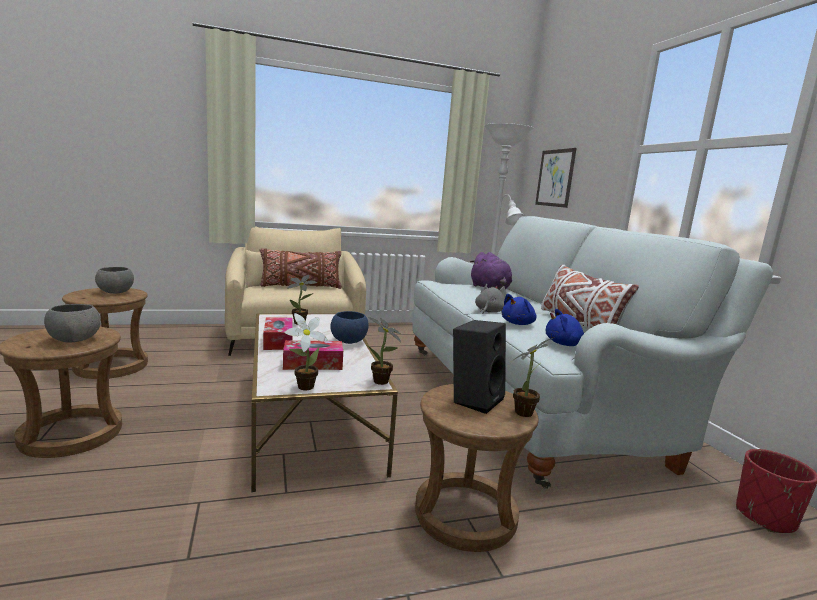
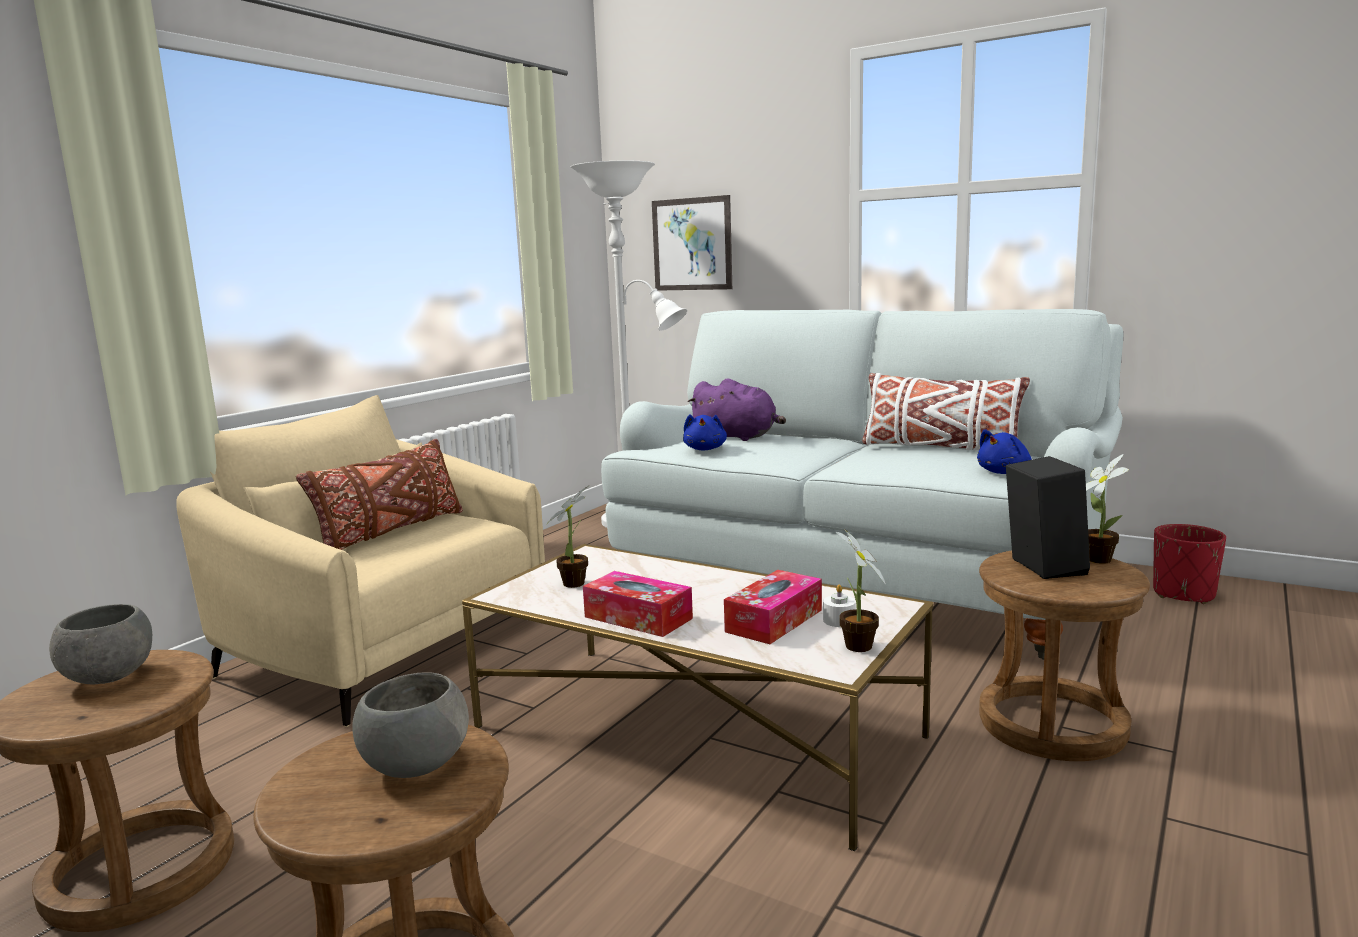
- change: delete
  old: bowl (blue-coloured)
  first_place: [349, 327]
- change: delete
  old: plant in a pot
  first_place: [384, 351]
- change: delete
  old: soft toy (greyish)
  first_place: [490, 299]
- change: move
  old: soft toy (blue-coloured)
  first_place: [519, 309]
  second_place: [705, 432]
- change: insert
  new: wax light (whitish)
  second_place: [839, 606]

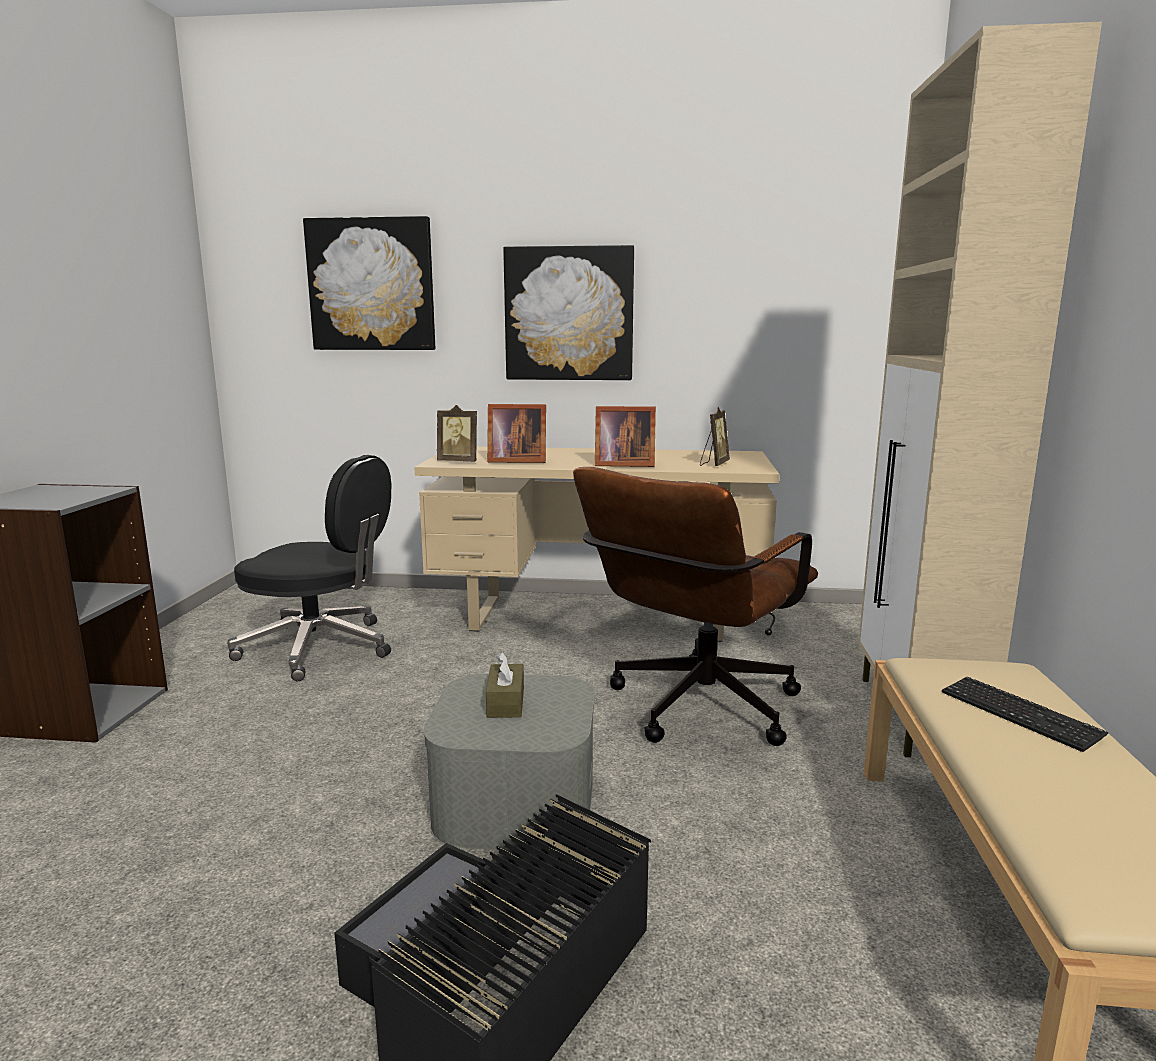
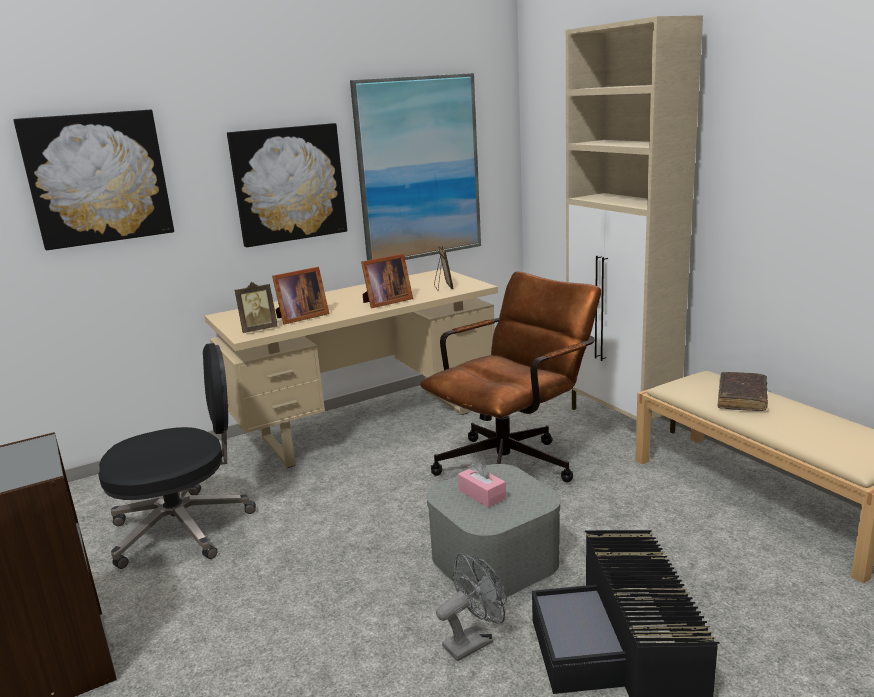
- change: recolor
  old: tissue holder (brownish)
  new: tissue holder (pink)
  first_place: [505, 684]
  second_place: [482, 484]
- change: rotate
  old: computer chair (brownish)
  first_place: [695, 606]
  second_place: [510, 377]
  degrees: -135
- change: replace
  old: PC keyboard
  new: book (brownish)
  first_place: [1025, 714]
  second_place: [743, 391]
- change: insert
  new: picture
  second_place: [415, 166]
- change: insert
  new: fan (greyish)
  second_place: [471, 607]

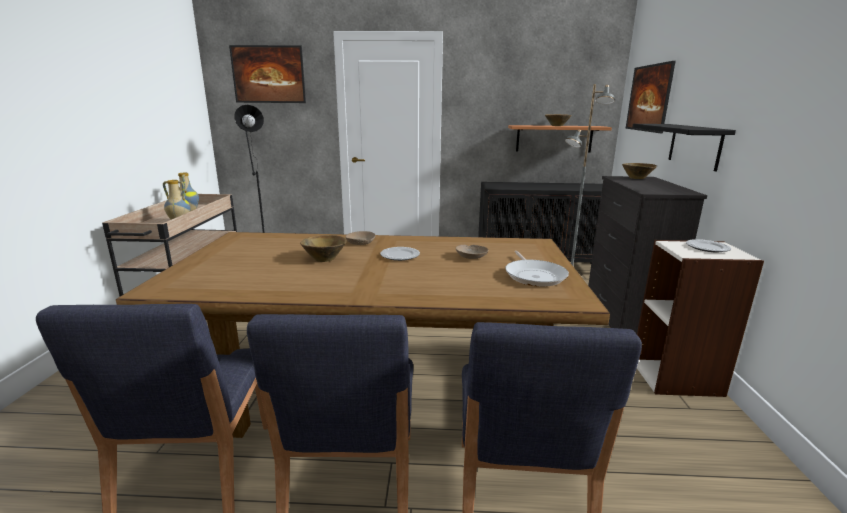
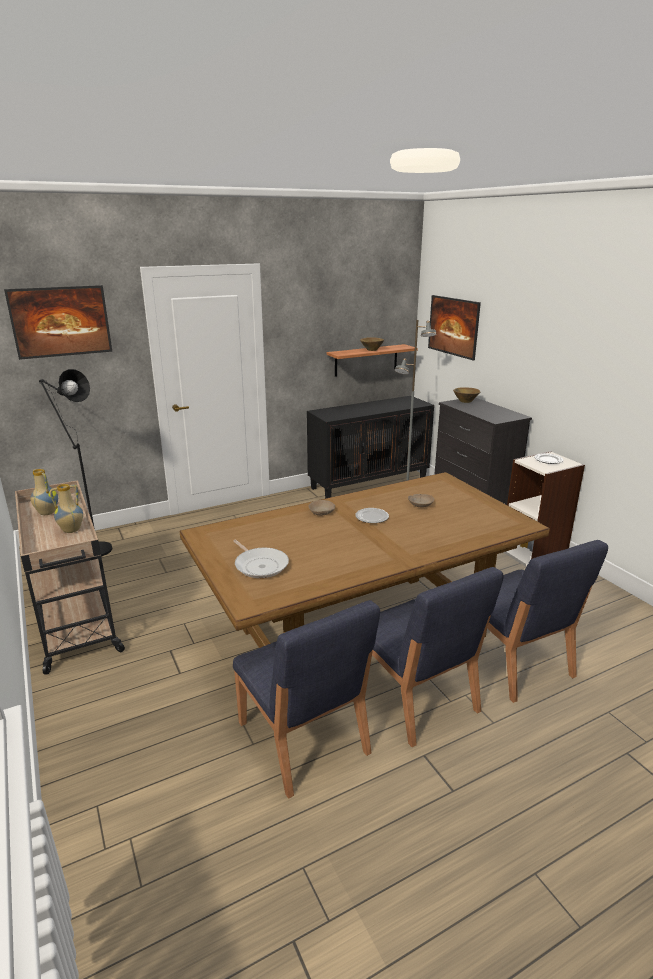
- change: delete
  old: bowl (brownish)
  first_place: [323, 248]
- change: move
  old: skillet
  first_place: [537, 269]
  second_place: [261, 559]
- change: delete
  old: shelf (black-coloured)
  first_place: [684, 148]

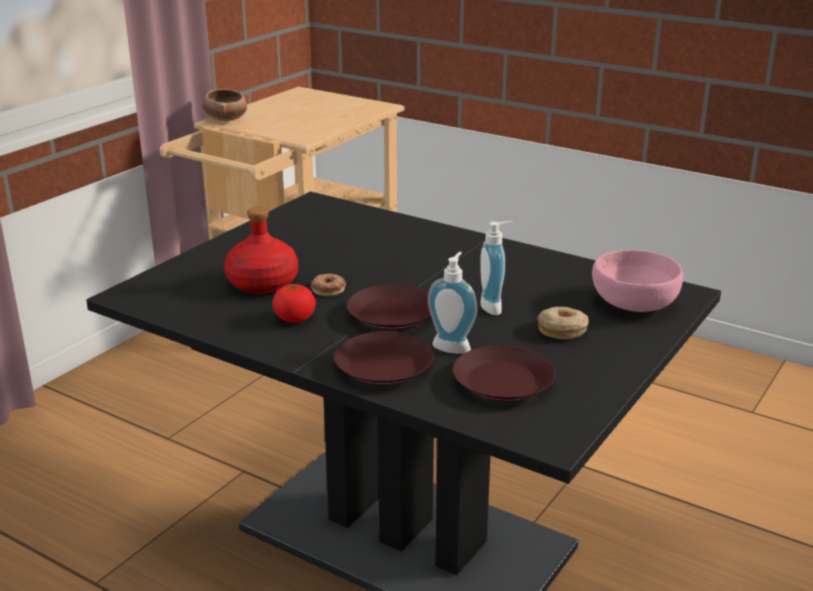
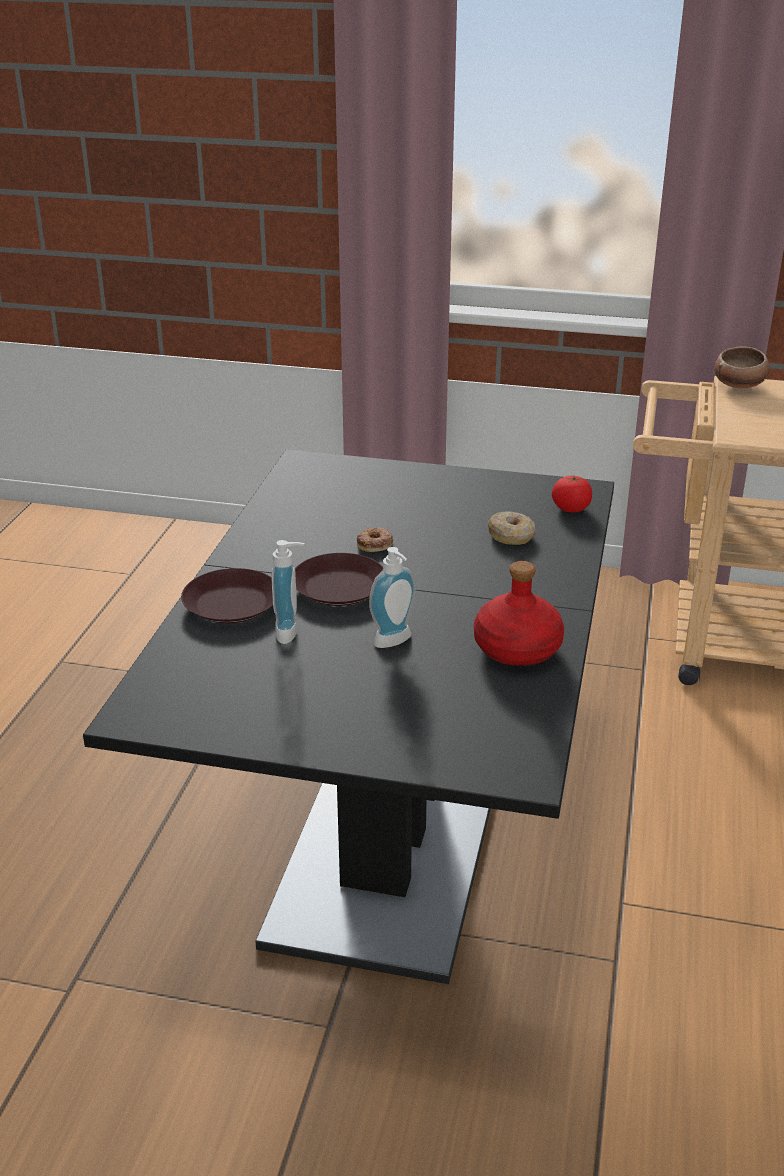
- change: move
  old: bottle (red)
  first_place: [261, 250]
  second_place: [519, 613]
- change: move
  old: tomato
  first_place: [294, 303]
  second_place: [572, 493]
- change: delete
  old: flat dish (brownish)
  first_place: [504, 373]
- change: move
  old: doughnut
  first_place: [563, 323]
  second_place: [512, 528]
- change: delete
  old: bowl (pink)
  first_place: [637, 281]

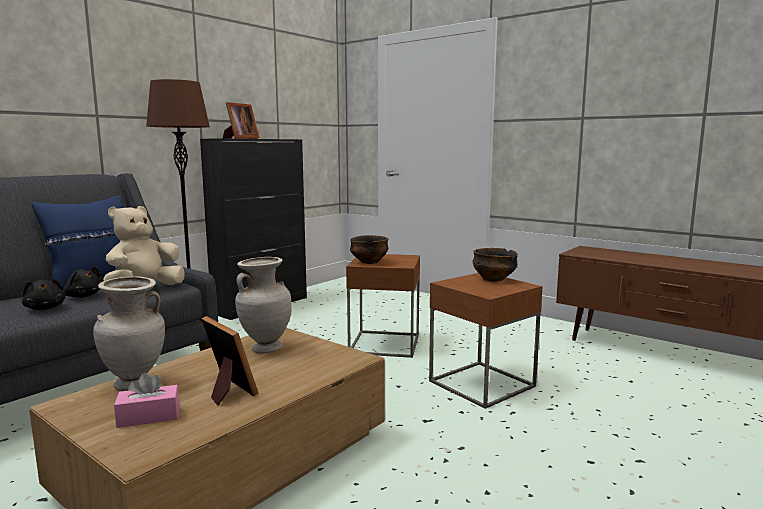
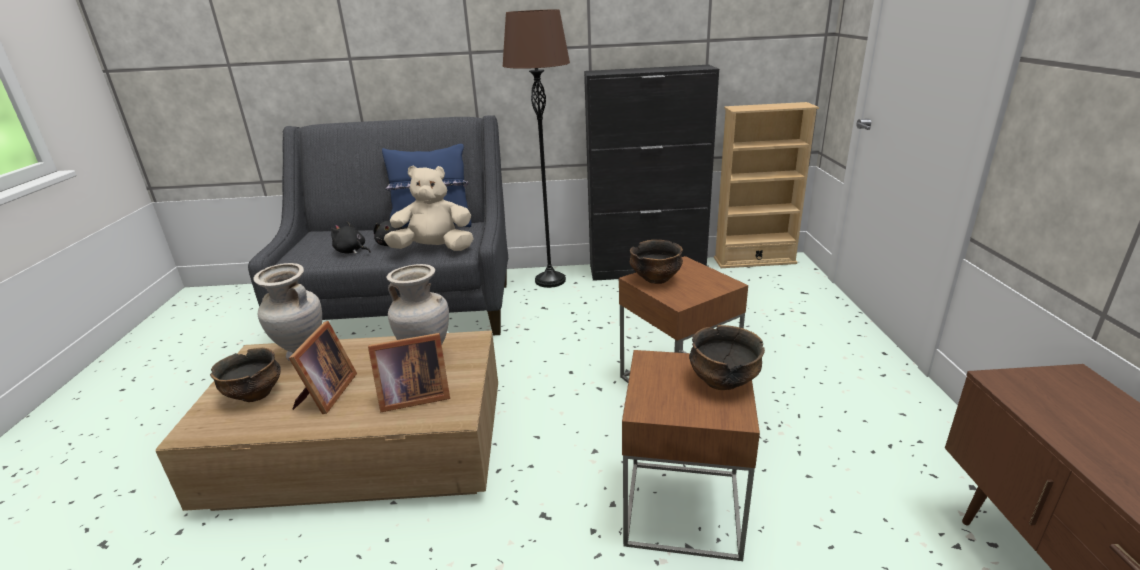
- change: rotate
  old: soft toy (black-coloured)
  first_place: [44, 294]
  second_place: [351, 237]
  degrees: 105
- change: replace
  old: tissue holder (pink)
  new: bowl
  first_place: [146, 400]
  second_place: [245, 375]
- change: move
  old: picture frame
  first_place: [241, 120]
  second_place: [409, 372]
- change: insert
  new: bookshelf (beige)
  second_place: [766, 185]

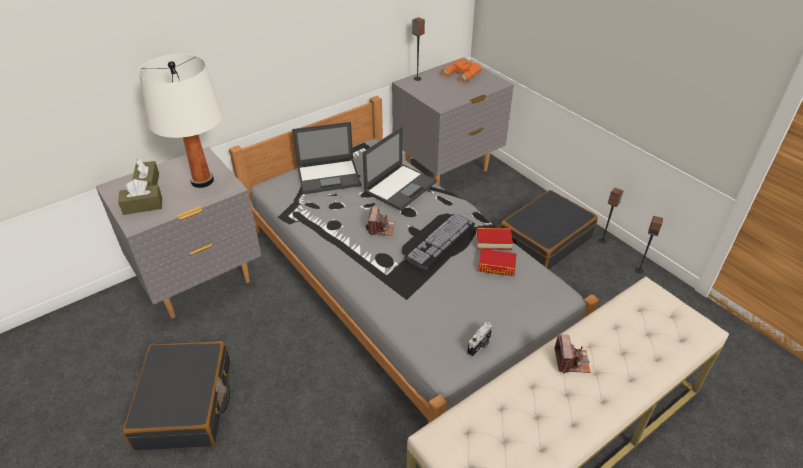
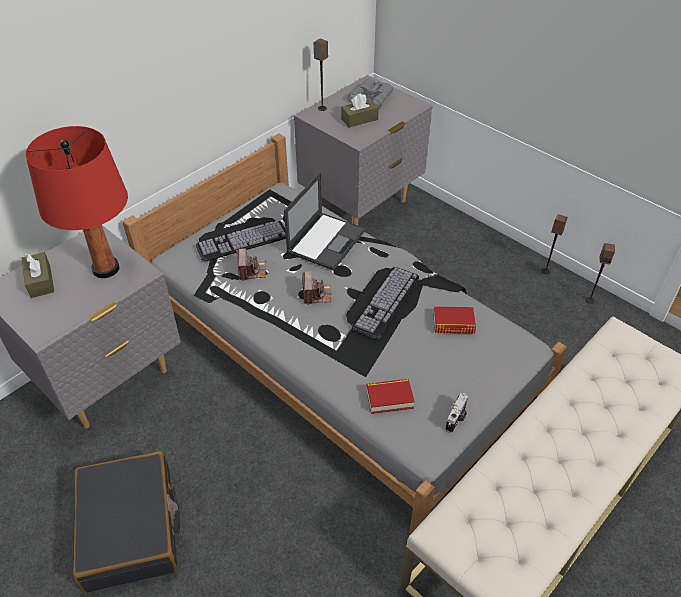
- change: move
  old: tissue holder (brownish)
  first_place: [140, 197]
  second_place: [360, 110]
- change: recolor
  old: table lamp (whitish)
  new: table lamp (red)
  first_place: [181, 121]
  second_place: [77, 202]
- change: replace
  old: laptop
  new: PC keyboard
  first_place: [326, 158]
  second_place: [241, 239]
- change: recolor
  old: field glasses (orange-coloured)
  new: field glasses (greyish)
  first_place: [461, 71]
  second_place: [370, 93]
- change: move
  old: book
  first_place: [494, 239]
  second_place: [390, 396]
- change: delete
  old: suitcase (black-coloured)
  first_place: [549, 229]
- change: move
  old: still camera
  first_place: [572, 354]
  second_place: [251, 264]

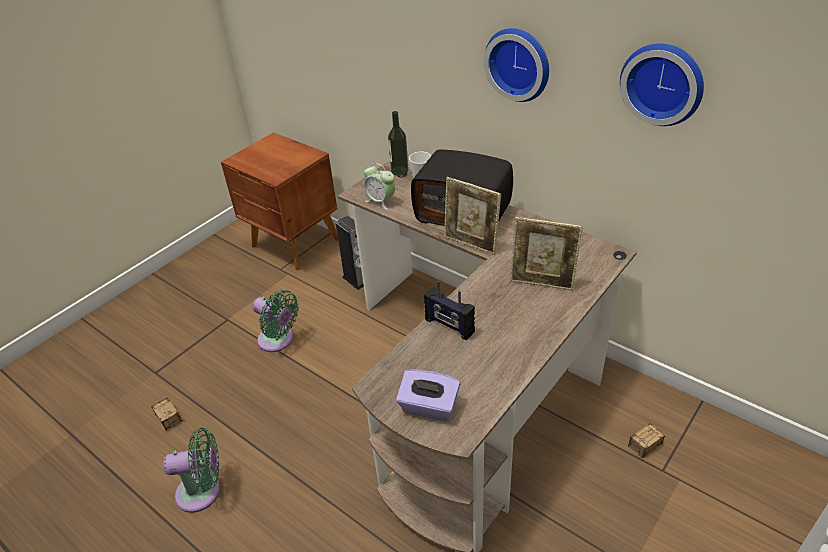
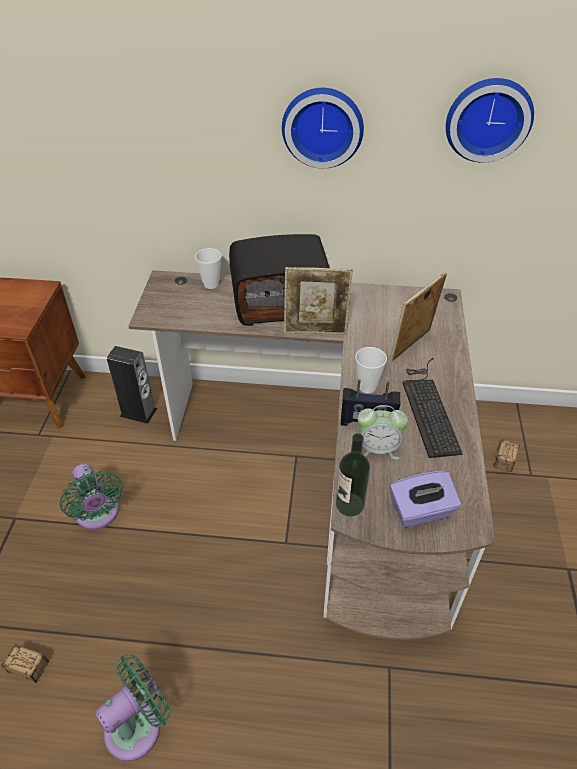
- change: rotate
  old: fan (greenish)
  first_place: [275, 321]
  second_place: [91, 497]
  degrees: 60
- change: move
  old: table clock
  first_place: [379, 186]
  second_place: [382, 432]
- change: move
  old: bottle
  first_place: [398, 143]
  second_place: [353, 474]
- change: rotate
  old: picture frame
  first_place: [546, 253]
  second_place: [418, 317]
  degrees: 150
- change: insert
  new: cup
  second_place: [371, 370]
- change: insert
  new: PC keyboard
  second_place: [432, 408]

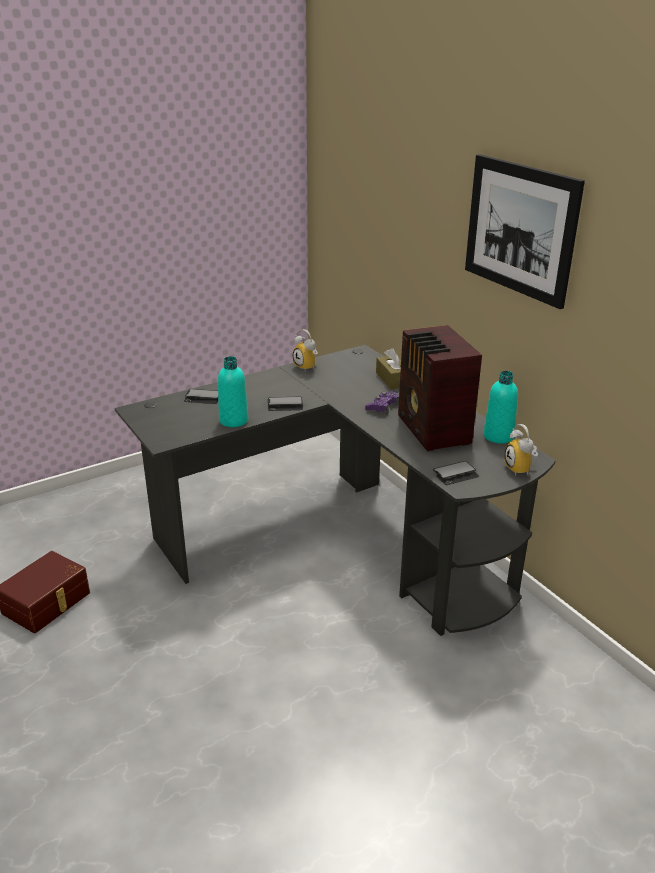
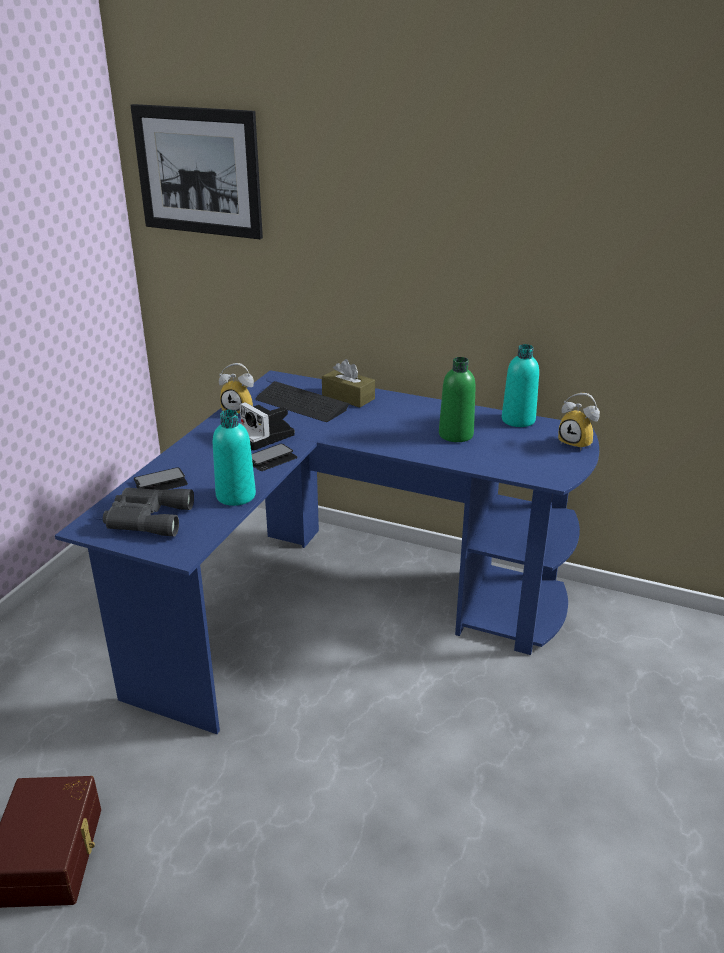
- change: recolor
  old: desk (black-coloured)
  new: desk (blue-coloured)
  first_place: [335, 490]
  second_place: [327, 552]
- change: delete
  old: joypad (purple)
  first_place: [382, 403]
- change: replace
  old: radio set
  new: bottle (greenish)
  first_place: [440, 388]
  second_place: [457, 399]
- change: delete
  old: handset
  first_place: [456, 473]
- change: move
  old: picture
  first_place: [525, 231]
  second_place: [196, 171]
- change: insert
  new: field glasses (greyish)
  second_place: [148, 512]
- change: insert
  new: still camera
  second_place: [267, 426]
- change: insert
  new: PC keyboard
  second_place: [302, 401]

